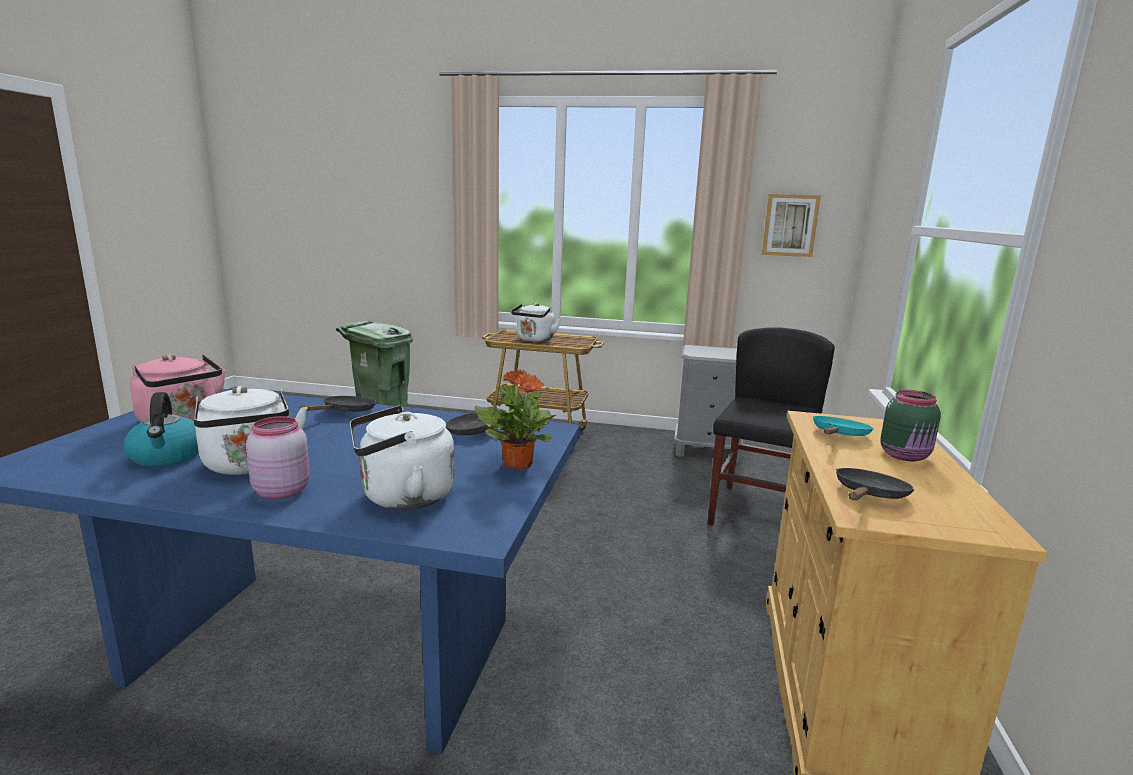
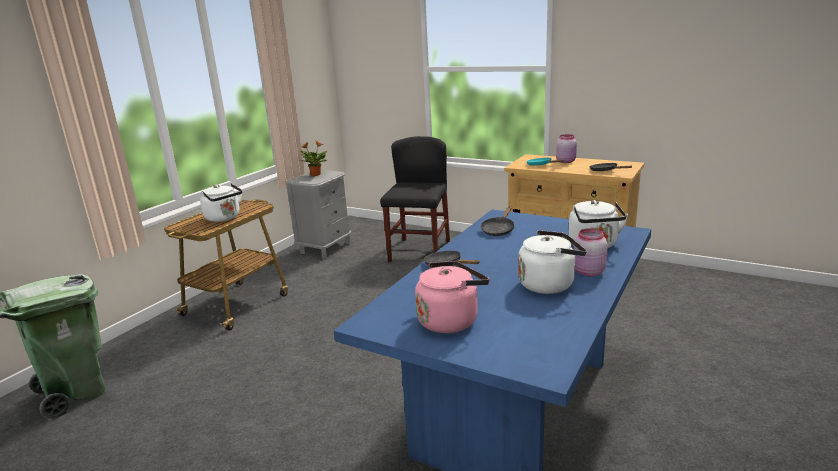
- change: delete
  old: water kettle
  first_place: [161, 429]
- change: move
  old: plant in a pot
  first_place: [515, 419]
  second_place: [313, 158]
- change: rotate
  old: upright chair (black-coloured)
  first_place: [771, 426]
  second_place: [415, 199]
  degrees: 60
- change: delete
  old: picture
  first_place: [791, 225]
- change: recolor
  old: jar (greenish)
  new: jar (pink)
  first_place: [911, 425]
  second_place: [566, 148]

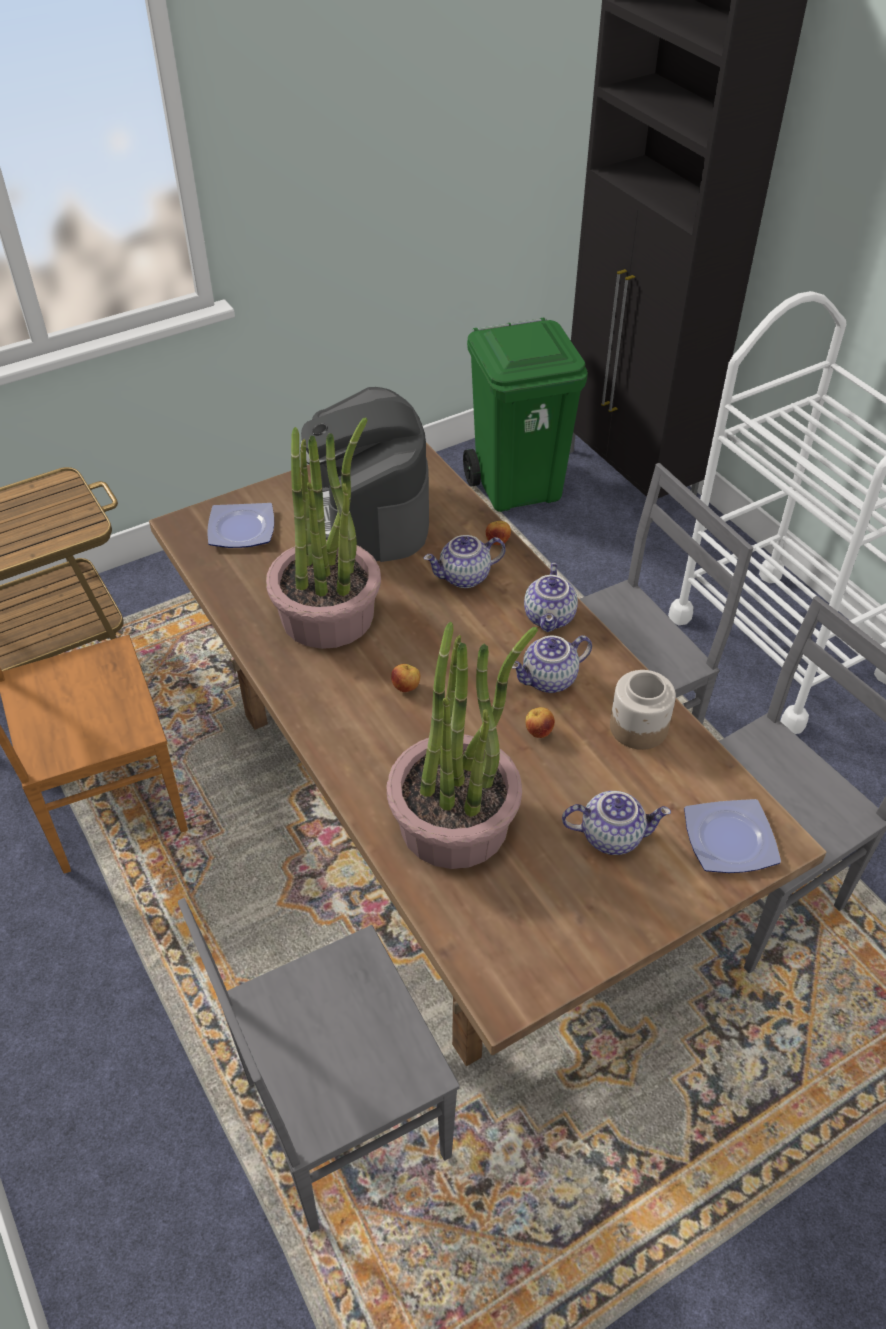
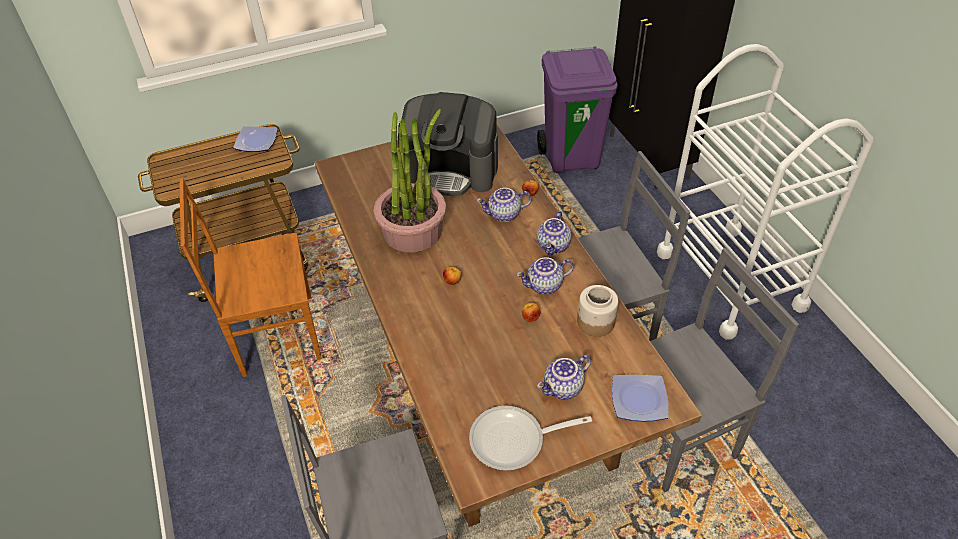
- change: move
  old: flat dish
  first_place: [240, 525]
  second_place: [255, 139]
- change: rotate
  old: coffee brewer
  first_place: [364, 474]
  second_place: [448, 144]
  degrees: -75
- change: delete
  old: plant in a pot
  first_place: [462, 745]
- change: recolor
  old: trash can (greenish)
  new: trash can (purple)
  first_place: [525, 415]
  second_place: [577, 109]
- change: rotate
  old: teapot
  first_place: [616, 823]
  second_place: [564, 377]
  degrees: 135
- change: insert
  new: skillet
  second_place: [530, 438]

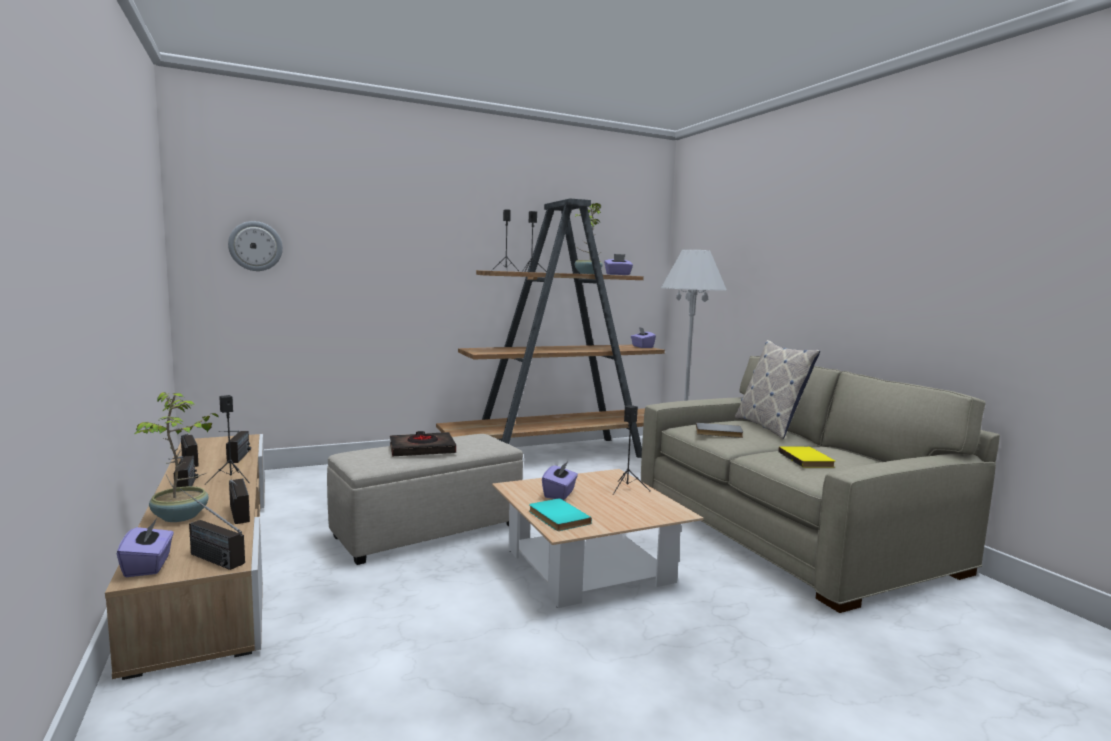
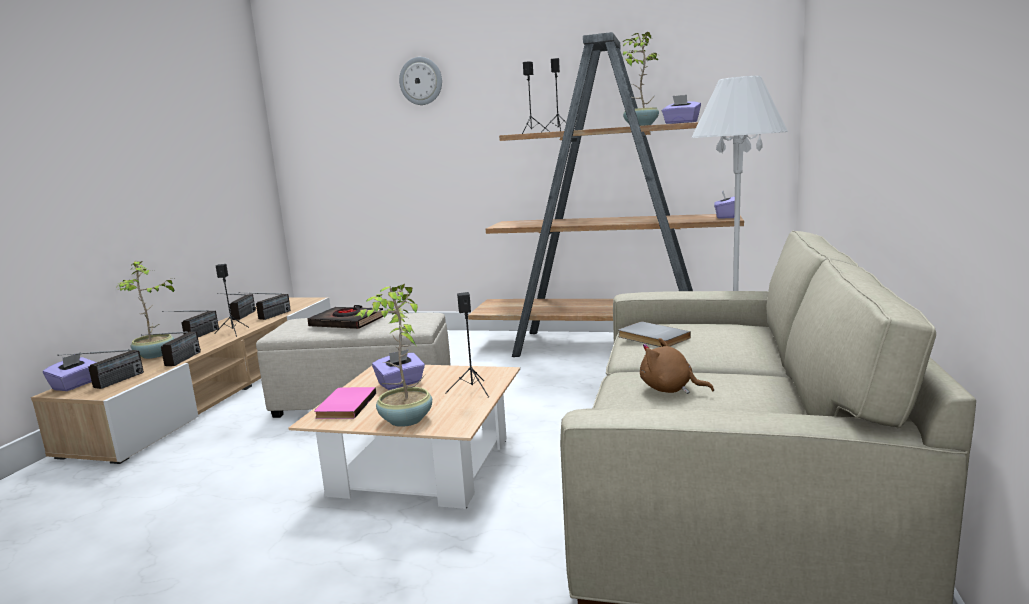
- change: rotate
  old: radio set
  first_place: [212, 529]
  second_place: [100, 369]
  degrees: -135
- change: move
  old: clock on the wall
  first_place: [255, 246]
  second_place: [420, 81]
- change: recolor
  old: book (blue-green)
  new: book (pink)
  first_place: [560, 514]
  second_place: [345, 403]
- change: delete
  old: throw pillow
  first_place: [777, 389]
- change: replace
  old: book (yellow)
  new: soft toy (brownish)
  first_place: [806, 457]
  second_place: [677, 366]
- change: insert
  new: plant in a pot
  second_place: [394, 355]

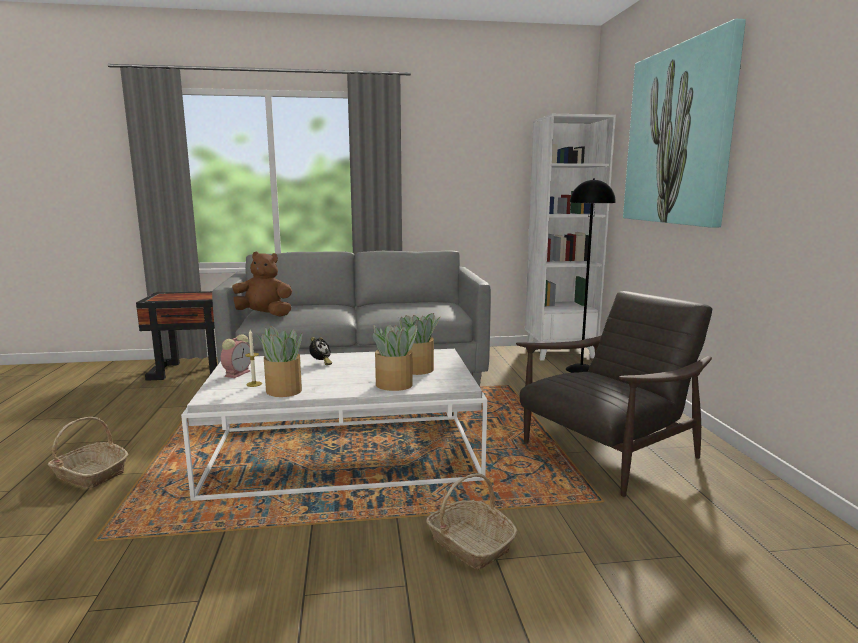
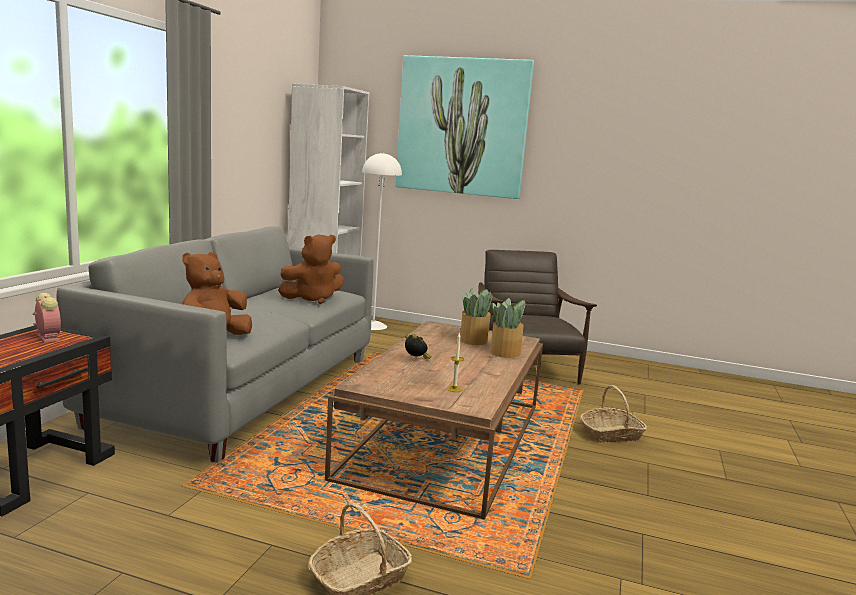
- change: recolor
  old: coffee table (whitish)
  new: coffee table (brownish)
  first_place: [334, 425]
  second_place: [434, 420]
- change: move
  old: table clock
  first_place: [236, 356]
  second_place: [47, 318]
- change: delete
  old: plant in a pot
  first_place: [279, 361]
- change: recolor
  old: standing lamp (black-coloured)
  new: standing lamp (whitish)
  first_place: [591, 276]
  second_place: [382, 241]
- change: insert
  new: soft toy (brownish)
  second_place: [311, 269]

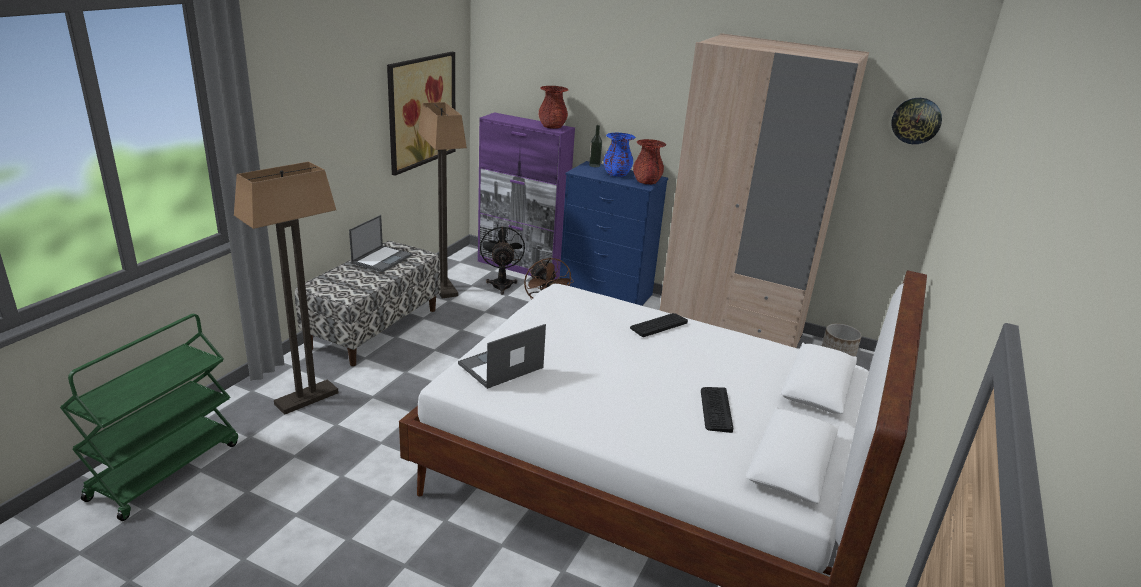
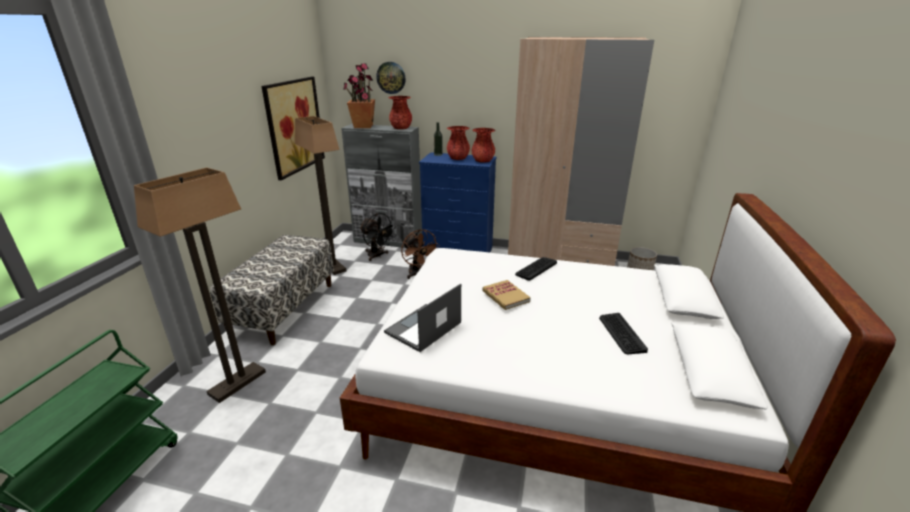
- change: delete
  old: laptop
  first_place: [380, 243]
- change: recolor
  old: cupboard (purple)
  new: cupboard (greyish)
  first_place: [526, 196]
  second_place: [381, 186]
- change: rotate
  old: fan (black-coloured)
  first_place: [502, 259]
  second_place: [377, 237]
  degrees: 150
- change: recolor
  old: decorative vase (blue-coloured)
  new: decorative vase (red)
  first_place: [619, 154]
  second_place: [458, 143]
- change: move
  old: clock on the wall
  first_place: [916, 121]
  second_place: [391, 78]
- change: insert
  new: plant in a pot
  second_place: [359, 95]
- change: insert
  new: book
  second_place: [506, 295]

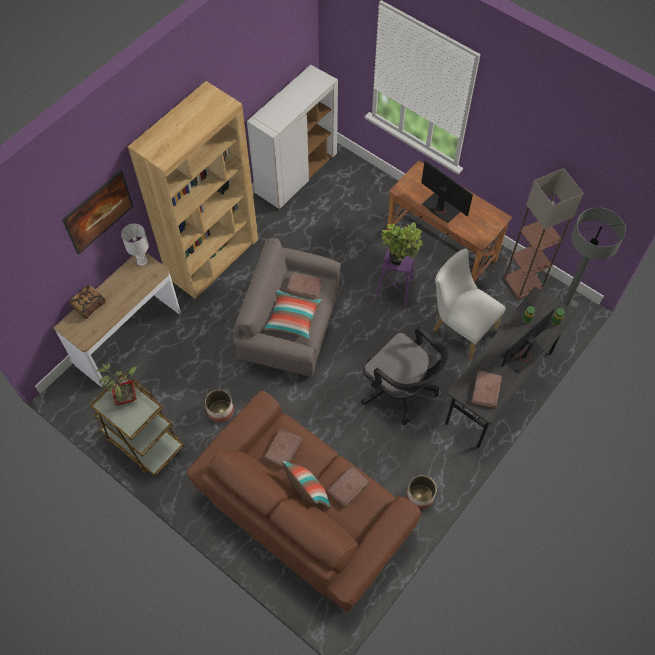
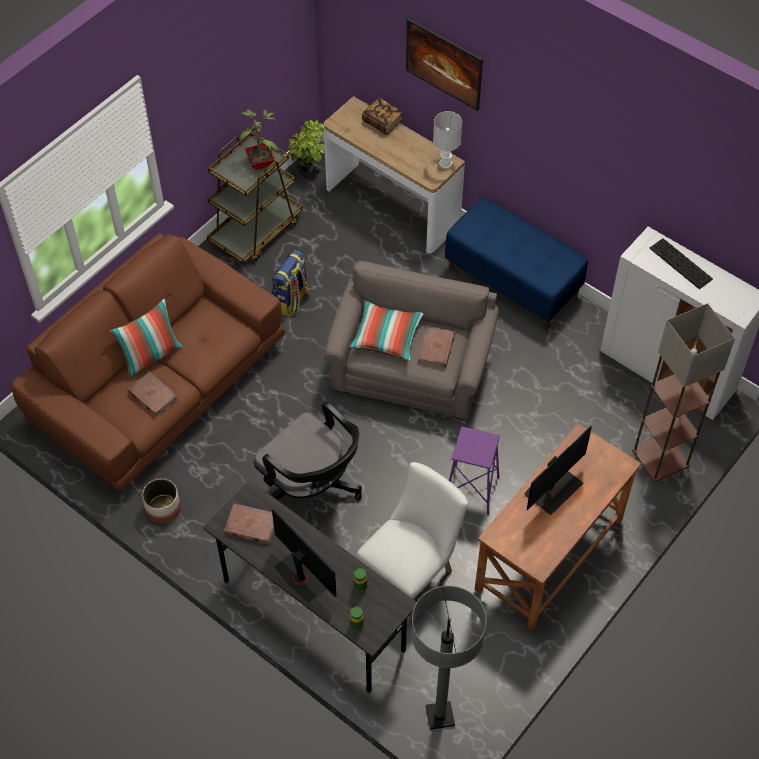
- change: replace
  old: bookshelf (brownish)
  new: long seat (blue-coloured)
  first_place: [193, 190]
  second_place: [516, 263]
- change: replace
  old: flower pot
  new: backpack
  first_place: [219, 406]
  second_place: [290, 283]
- change: delete
  old: book (brownish)
  first_place: [283, 448]
- change: rotate
  old: computer chair (black-coloured)
  first_place: [404, 376]
  second_place: [308, 466]
  degrees: -90
- change: move
  old: plant in a pot
  first_place: [402, 244]
  second_place: [306, 146]
- change: move
  old: standing lamp
  first_place: [543, 234]
  second_place: [683, 392]
- change: insert
  new: PC keyboard
  second_place: [681, 263]

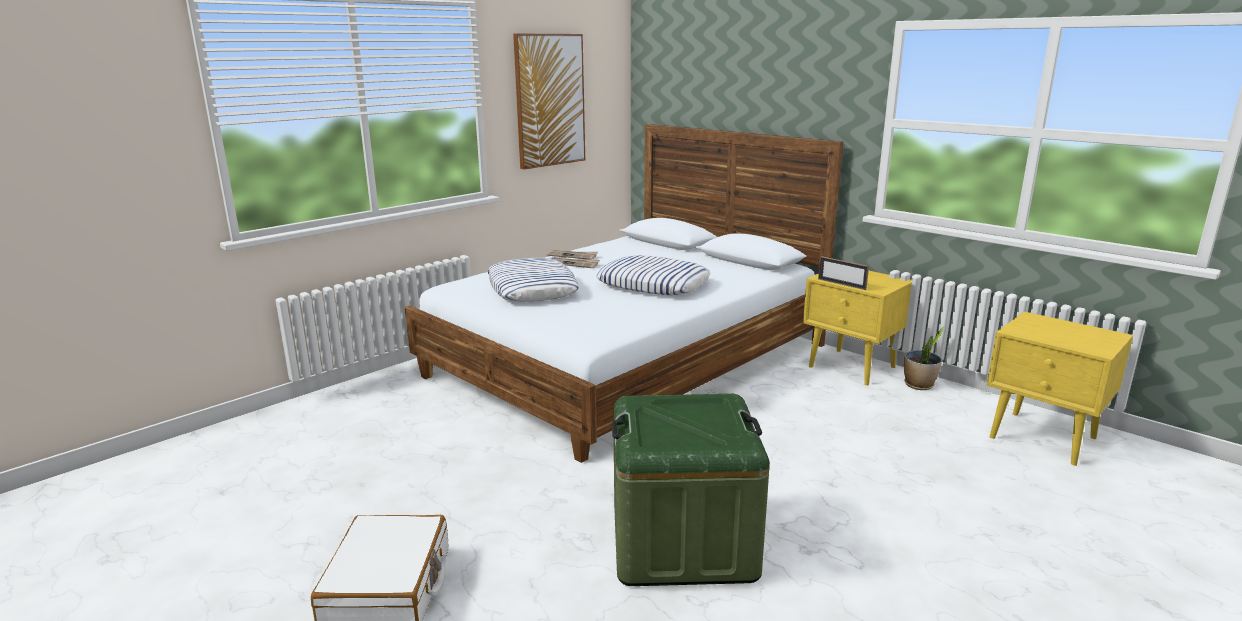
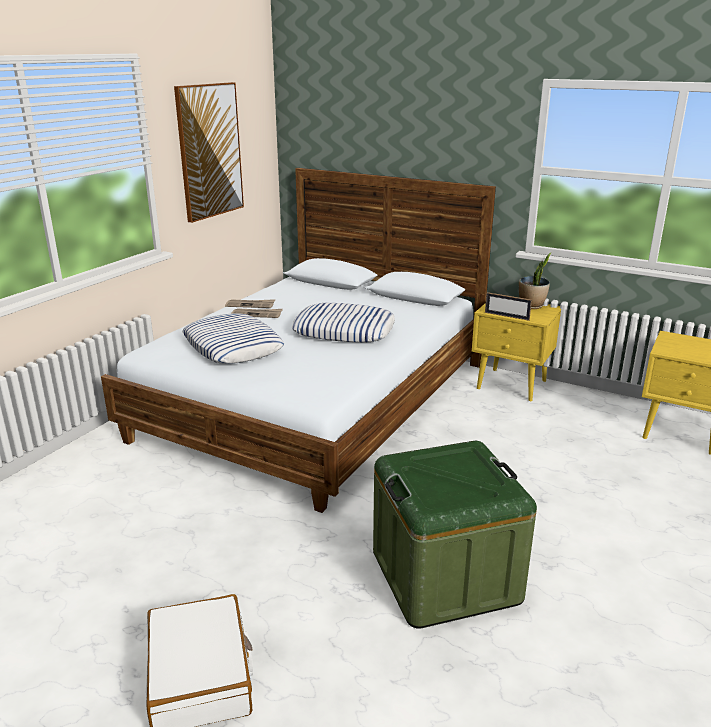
- change: move
  old: plant in a pot
  first_place: [924, 358]
  second_place: [535, 280]

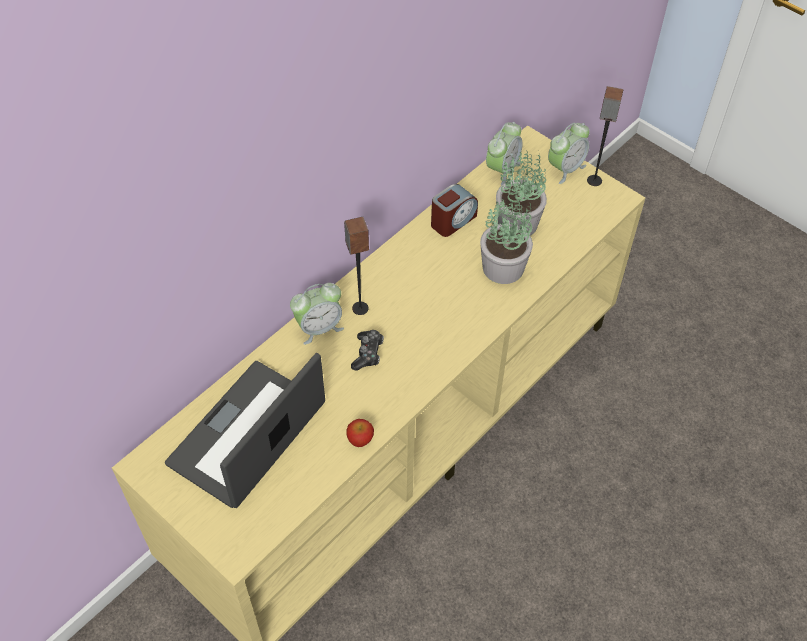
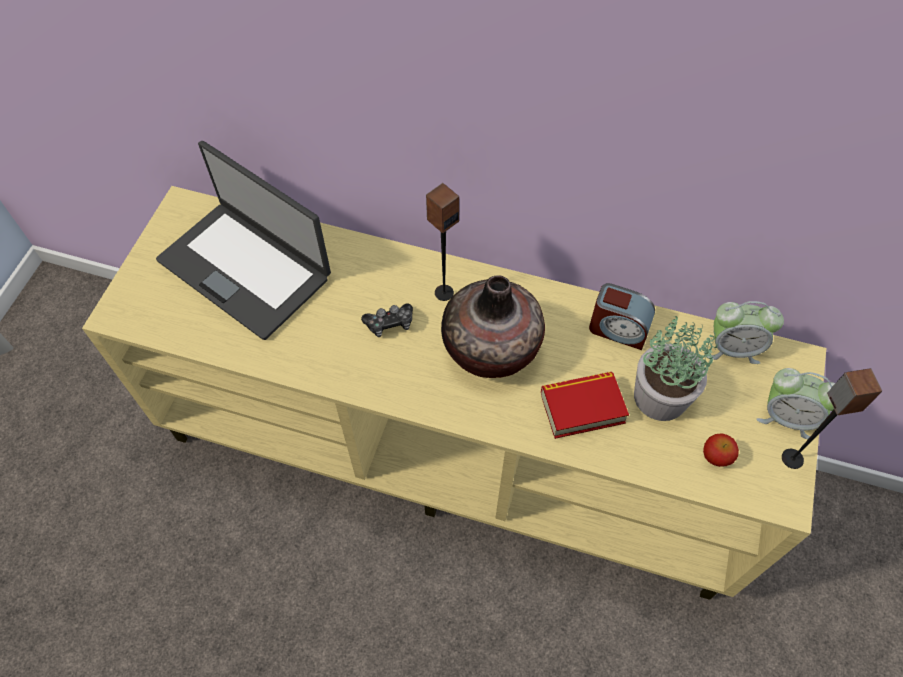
- change: rotate
  old: laptop
  first_place: [245, 430]
  second_place: [243, 240]
  degrees: -150
- change: delete
  old: table clock
  first_place: [317, 314]
- change: move
  old: whole apple
  first_place: [360, 433]
  second_place: [721, 450]
- change: replace
  old: plant in a pot
  new: book
  first_place: [506, 241]
  second_place: [585, 405]
- change: insert
  new: decorative vase
  second_place: [493, 326]

